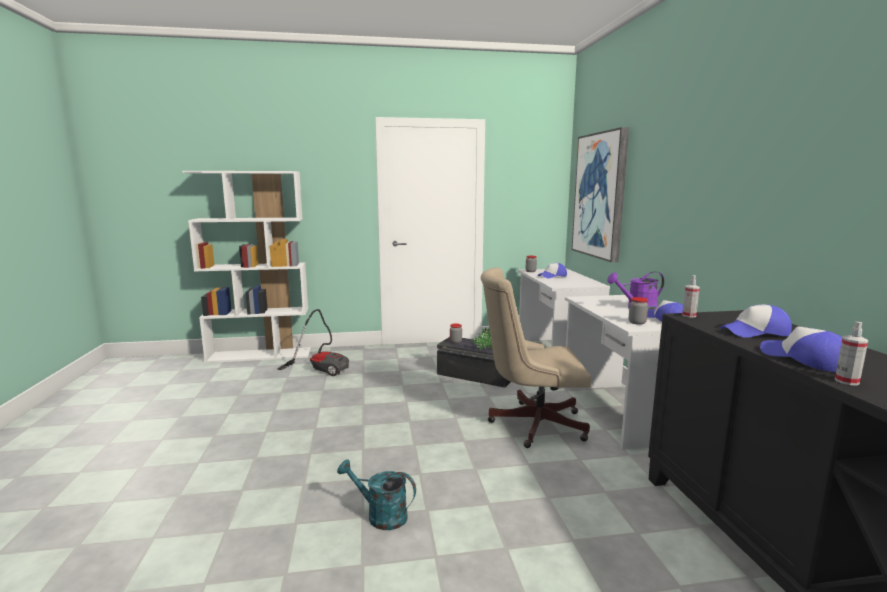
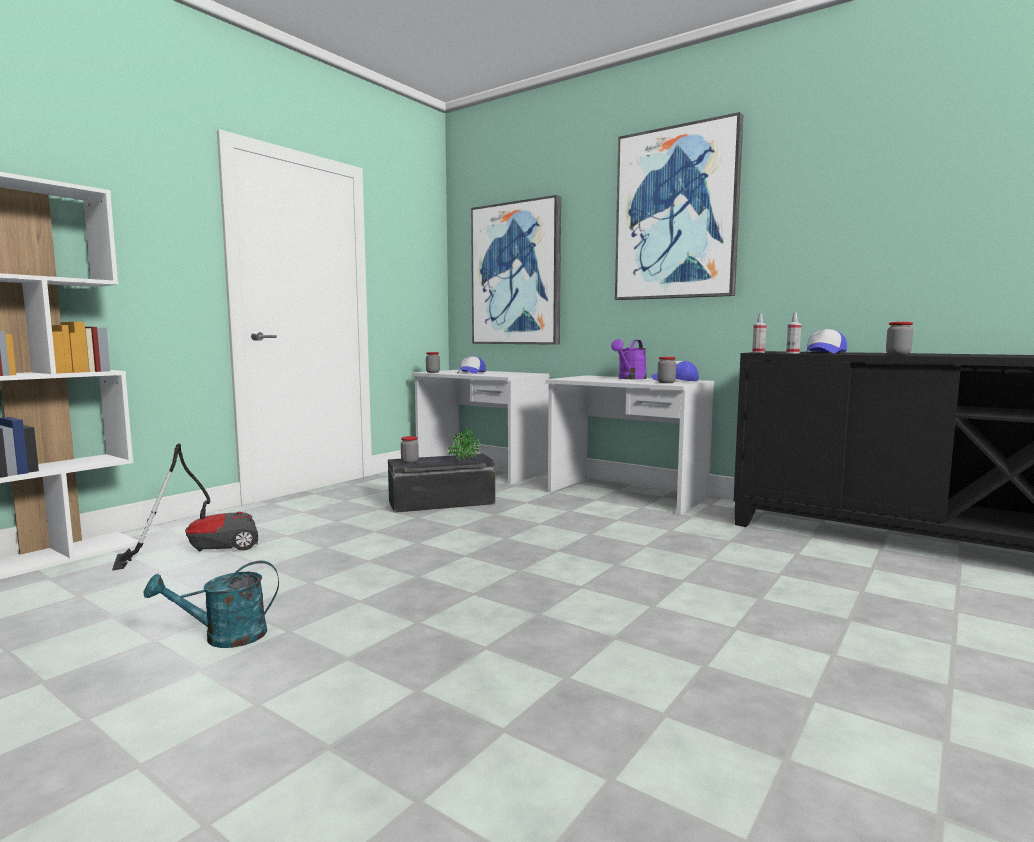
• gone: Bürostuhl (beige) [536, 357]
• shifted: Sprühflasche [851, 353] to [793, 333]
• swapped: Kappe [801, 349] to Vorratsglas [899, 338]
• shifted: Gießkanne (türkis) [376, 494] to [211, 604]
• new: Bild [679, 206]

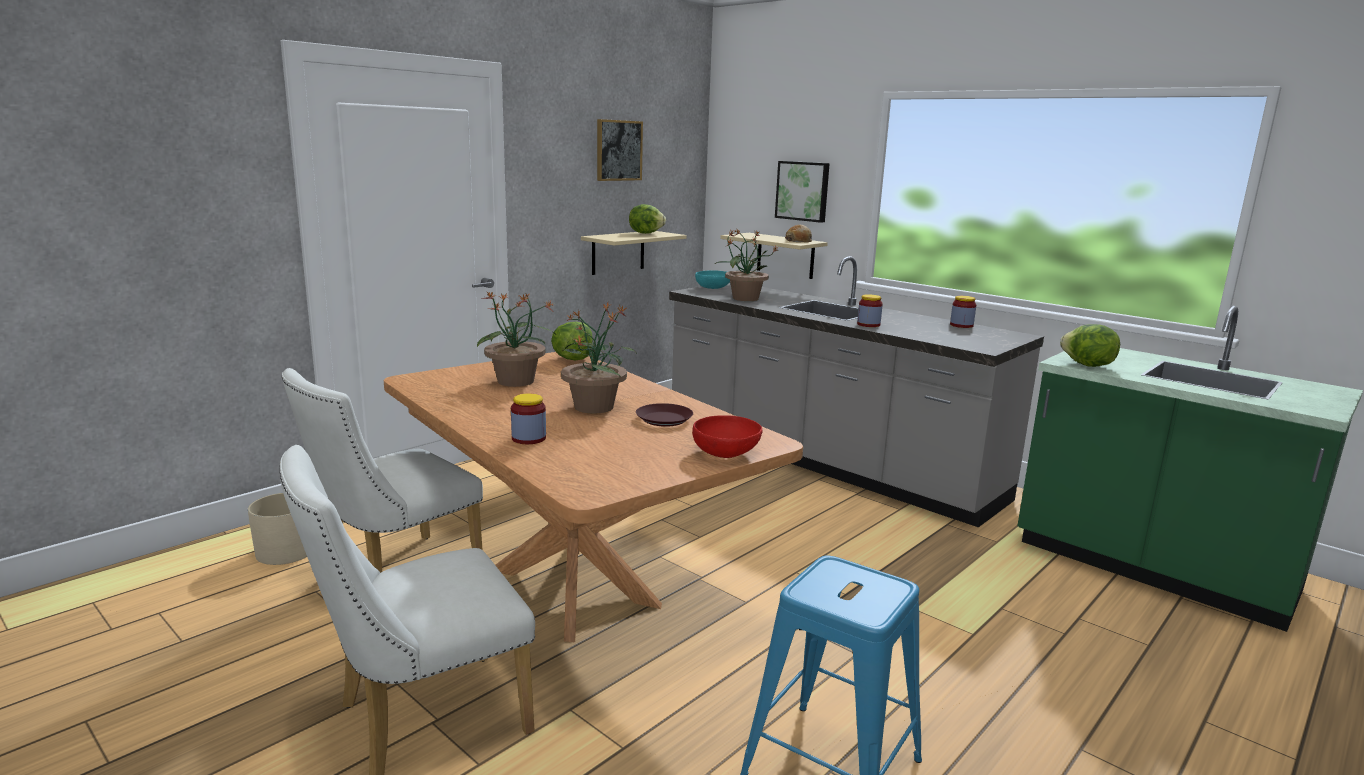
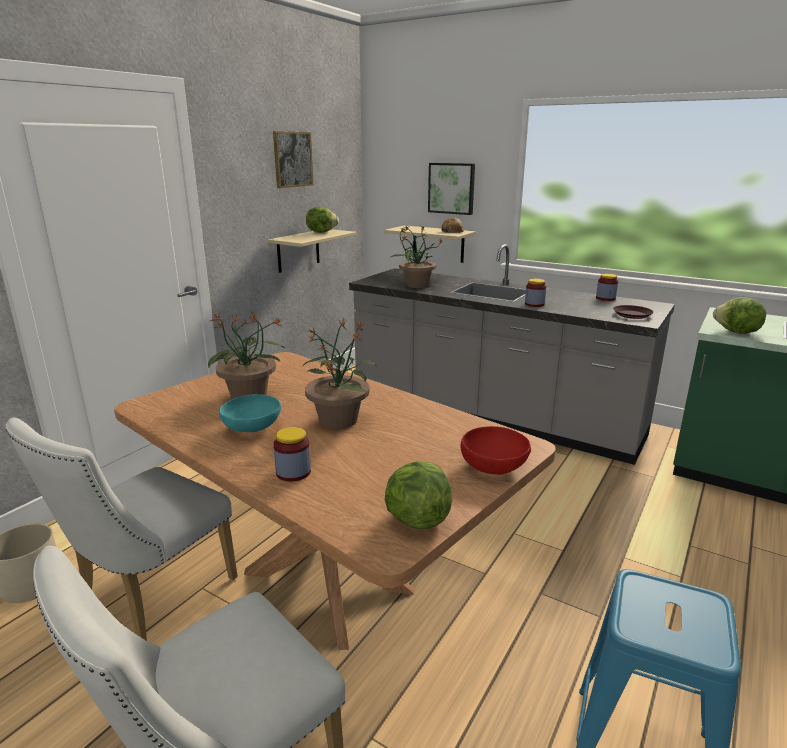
• shifted: Schüssel (türkis) [712, 279] to [250, 413]
• shifted: Salatkopf [572, 340] to [418, 495]
• shifted: Teller (braun) [664, 415] to [633, 312]

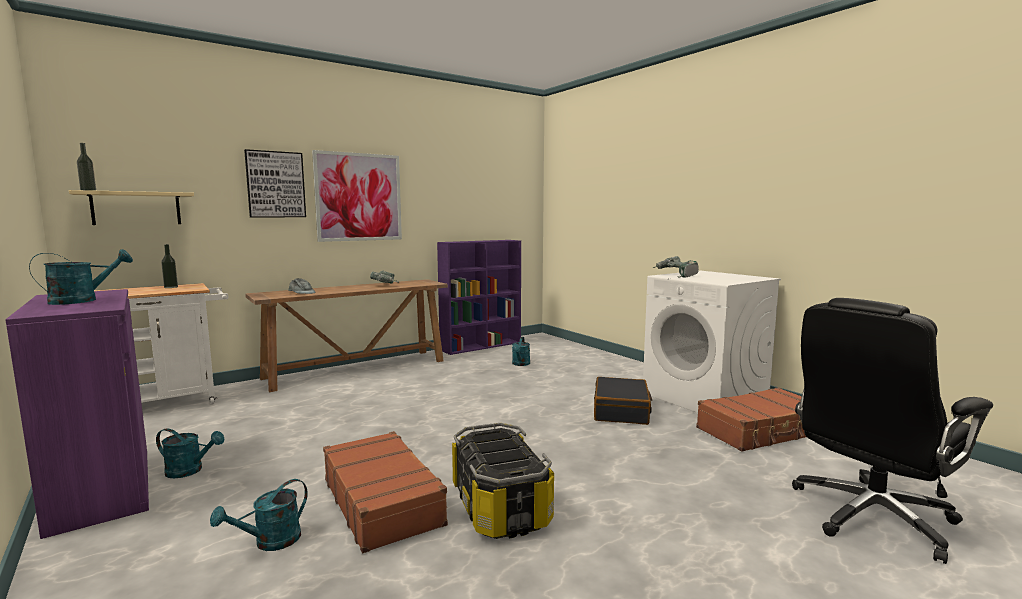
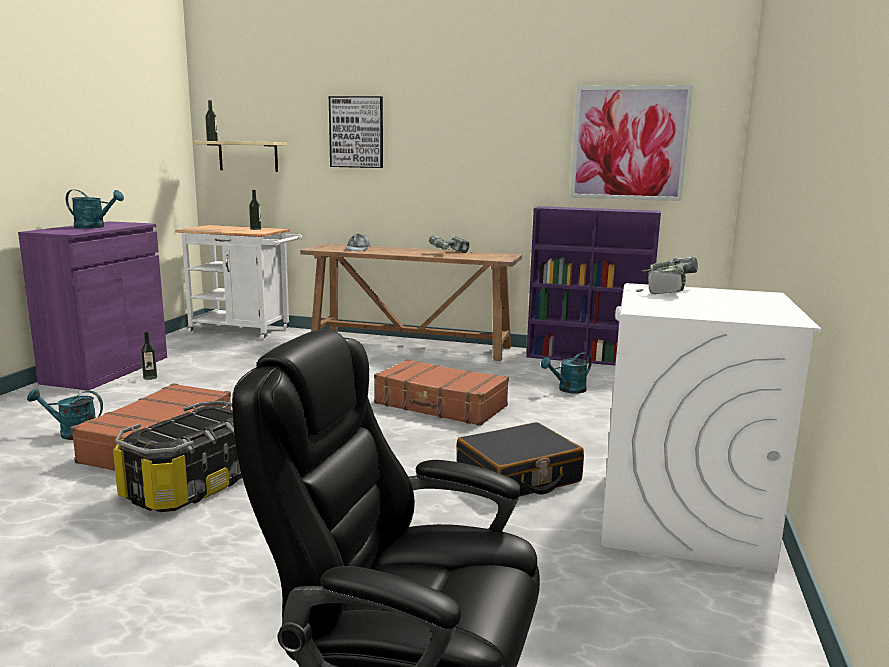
• shifted: Bild [357, 196] to [631, 143]
• shifted: Koffer (braun) [751, 419] to [441, 392]
• swapped: Gießkanne (türkis) [190, 453] to Flasche [149, 355]

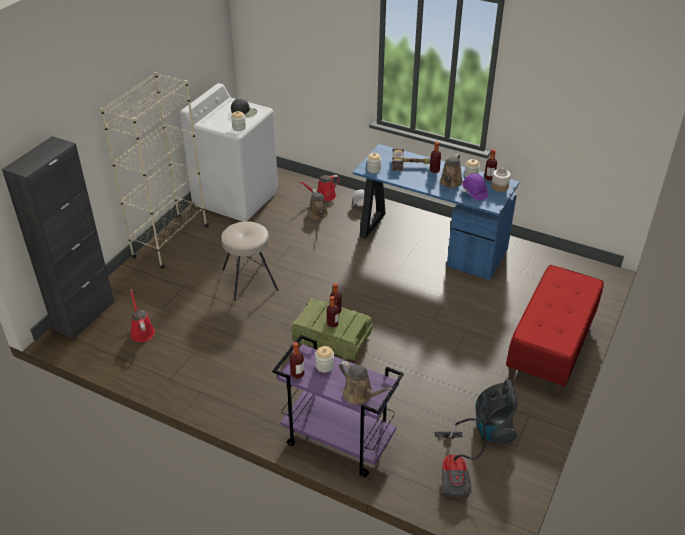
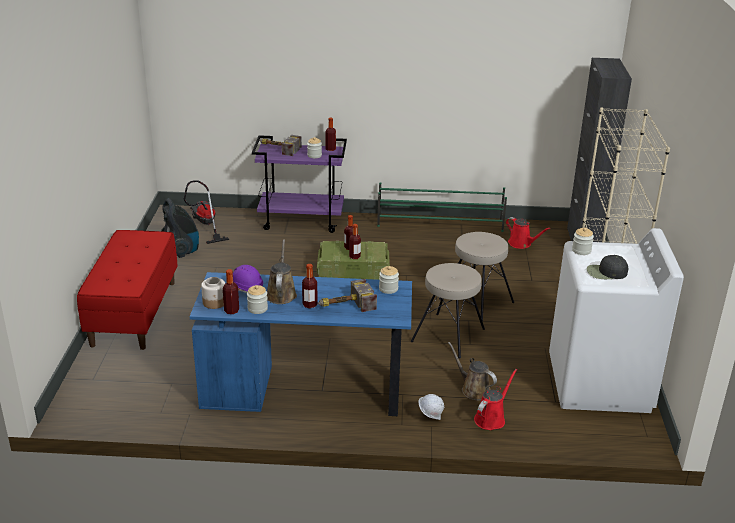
• swapped: Gießkanne (braun) [366, 383] to Hammer [281, 145]
• new: Schuhregal (grün) [442, 207]
• new: Hocker (beige) [448, 311]

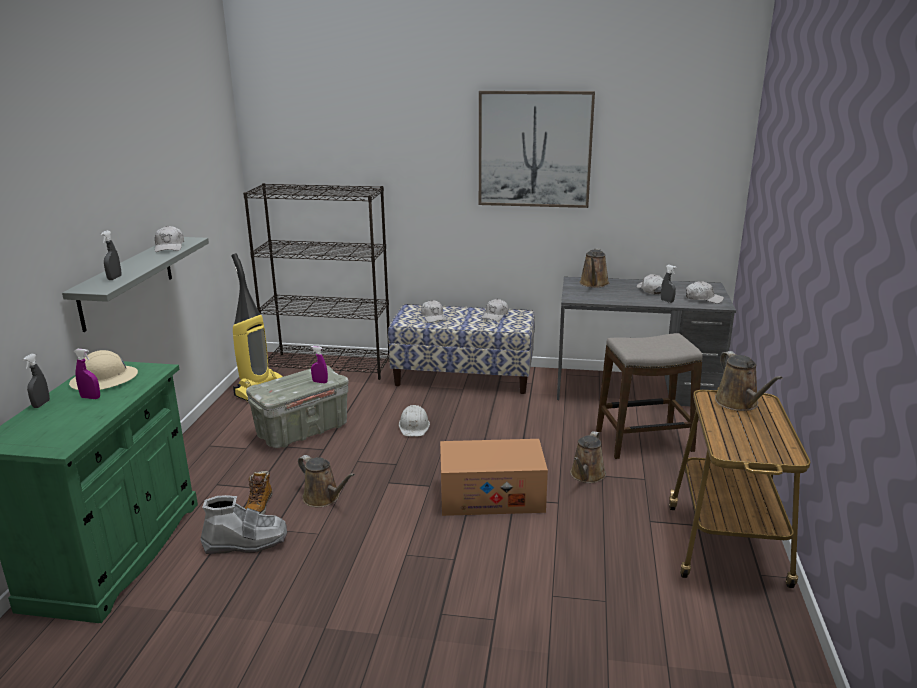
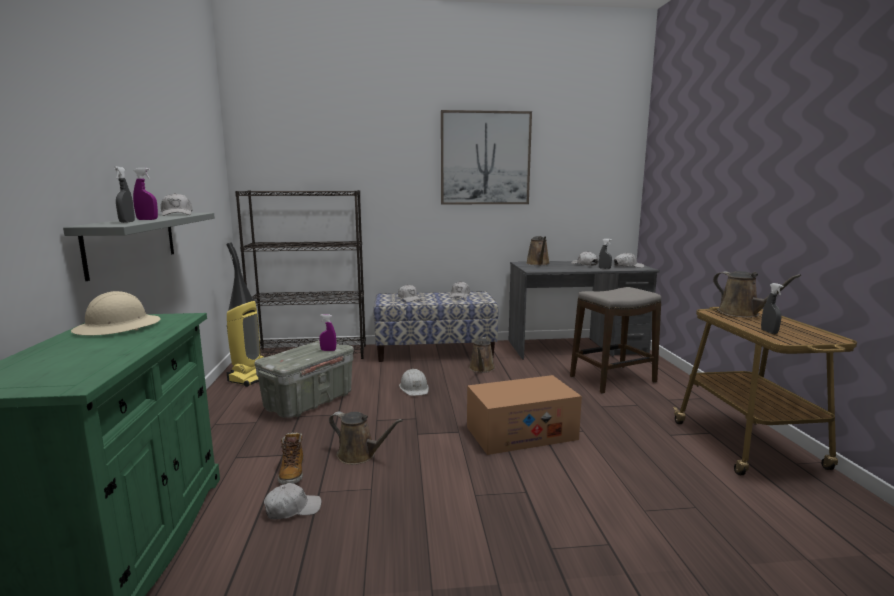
• shifted: Sprühflasche (lila) [87, 374] to [145, 194]
• shifted: Sprühflasche (grau) [36, 381] to [772, 308]
• shifted: Gießkanne (braun) [588, 457] to [482, 355]
• swapped: Stiefel (grau) [243, 524] to Kappe (weiß) [292, 501]

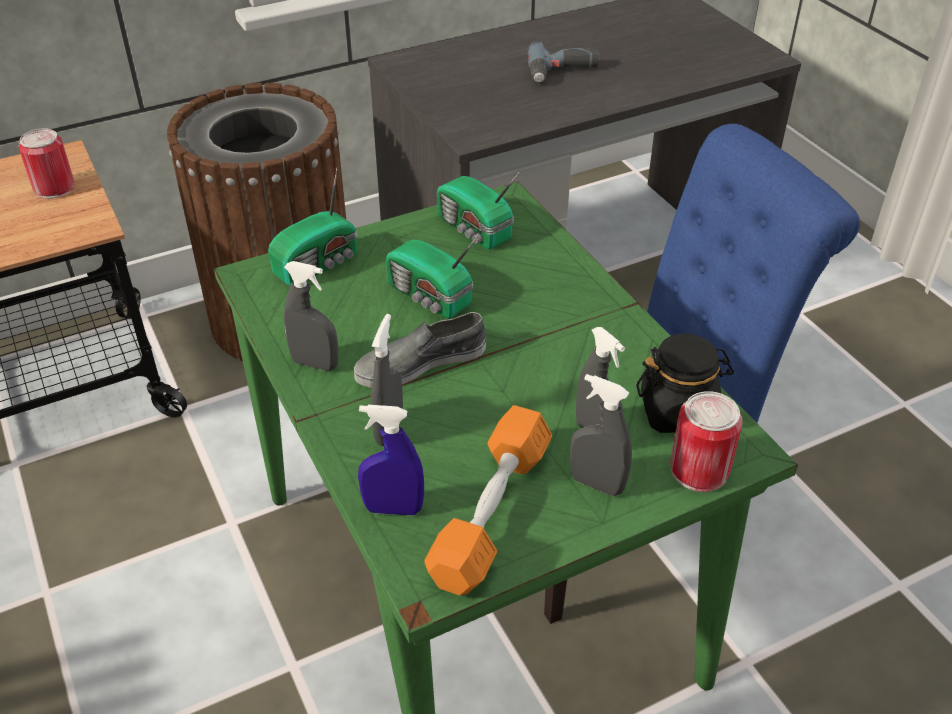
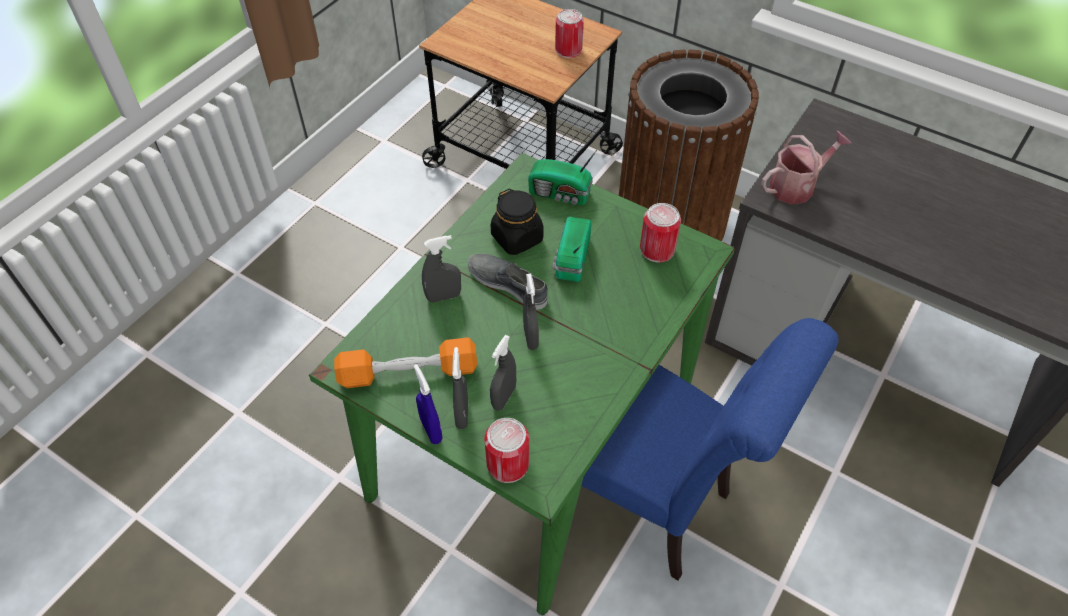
• gone: Bohrmaschine [563, 62]
• swapped: Radio [478, 210] to Dose [660, 233]
• shifted: Sprühflasche (grau) [311, 316] to [531, 312]
• shifted: Vorratsglas (schwarz) [685, 383] to [517, 221]
• shifted: Sprühflasche (blau) [391, 460] to [428, 404]
• new: Gießkanne [806, 167]

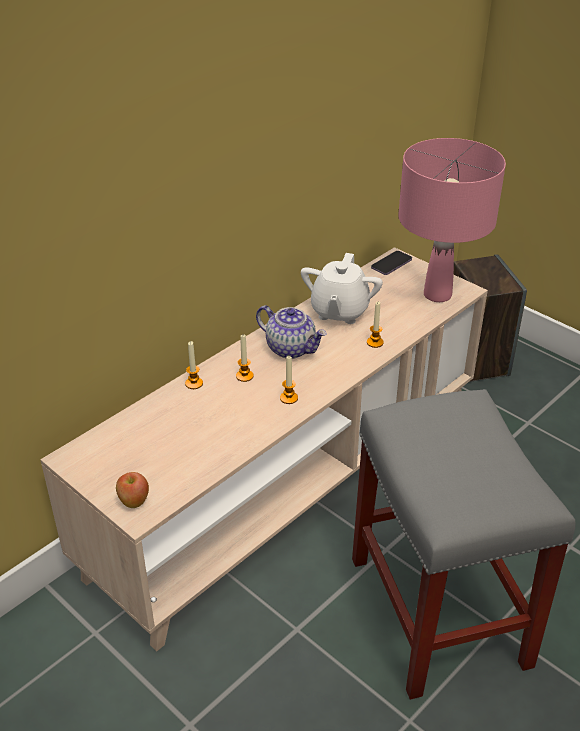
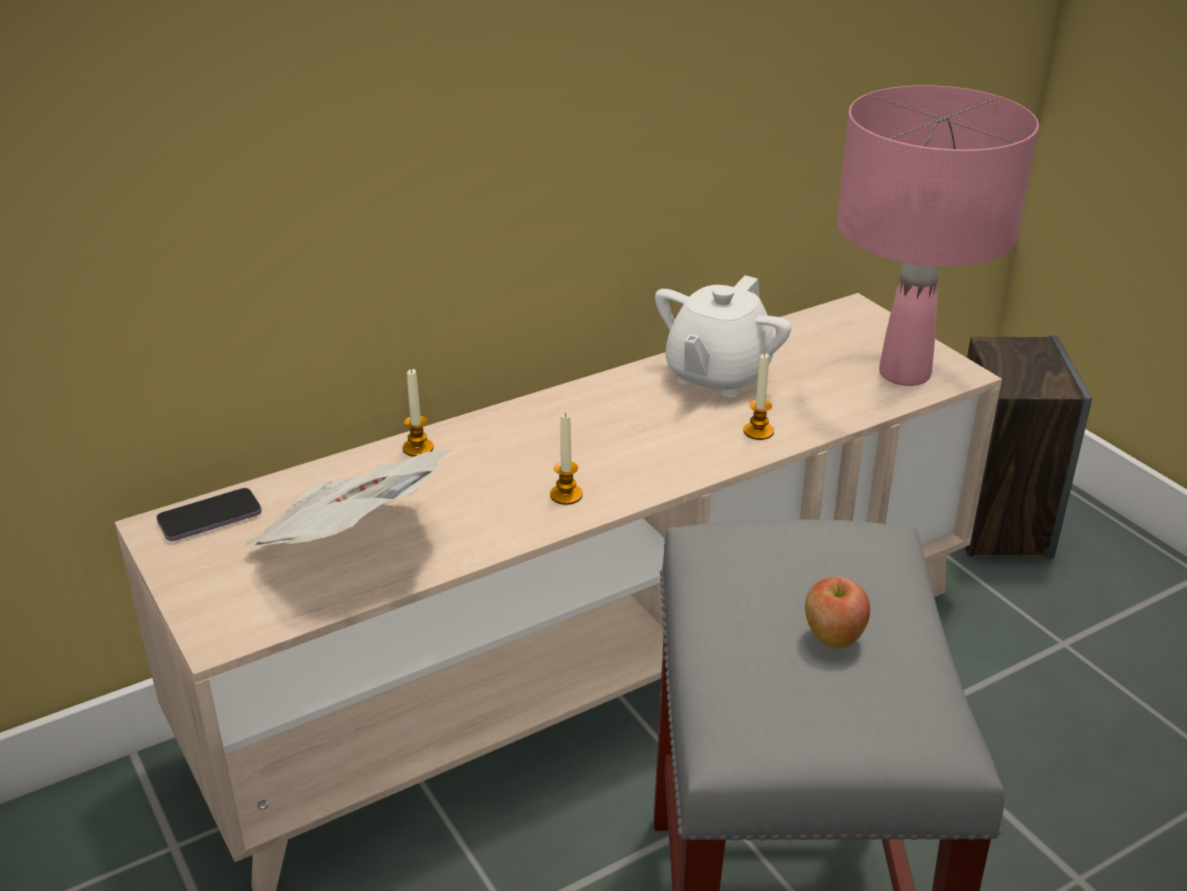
• shifted: Handy [391, 263] to [209, 514]
• gone: Teekanne [291, 332]
• gone: Kerze [245, 358]
• shifted: Apfel [132, 490] to [837, 613]
• new: Zeitung [349, 498]

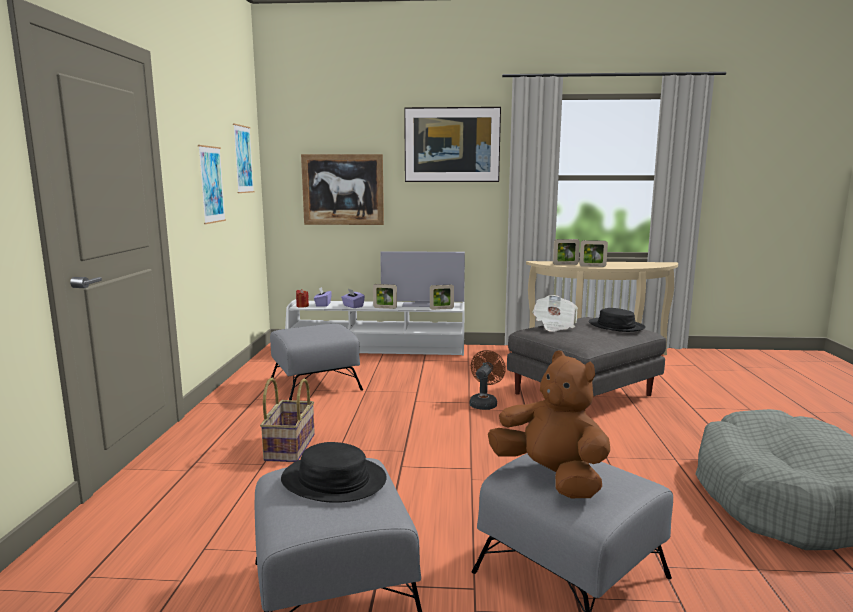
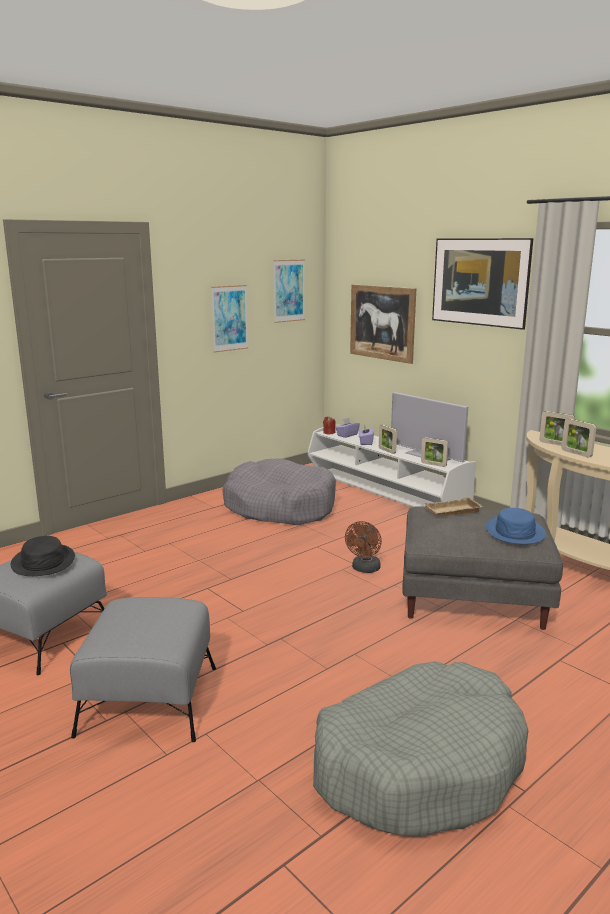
• swapped: Zeitung [555, 313] to Tablett (beige) [453, 507]
• repainted: Hut (schwarz) [617, 320] to Hut (blau) [516, 526]
• swapped: Polsterhocker (grau) [316, 362] to Hundebett (grau) [279, 491]
• rotated: Ventilator (braun) [488, 380] = [363, 547] 135 degrees clockwise
• gone: Plüschtier (braun) [549, 424]
• gone: Korb [287, 419]

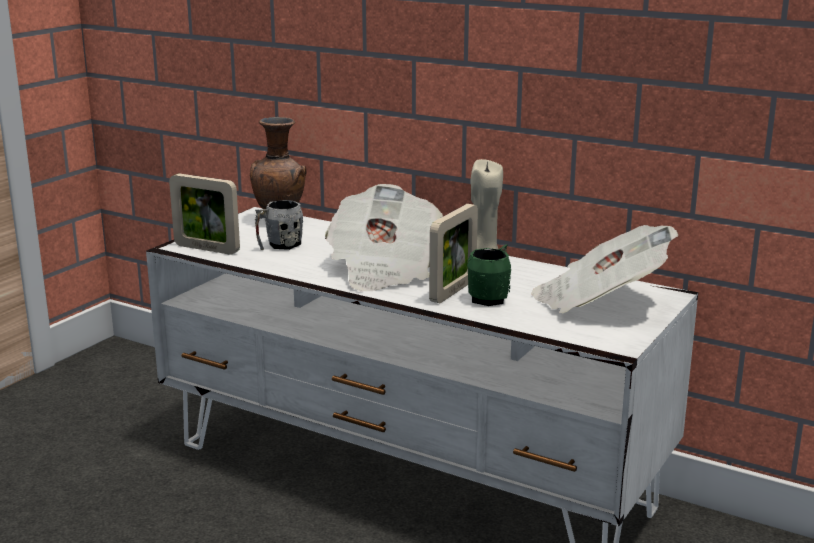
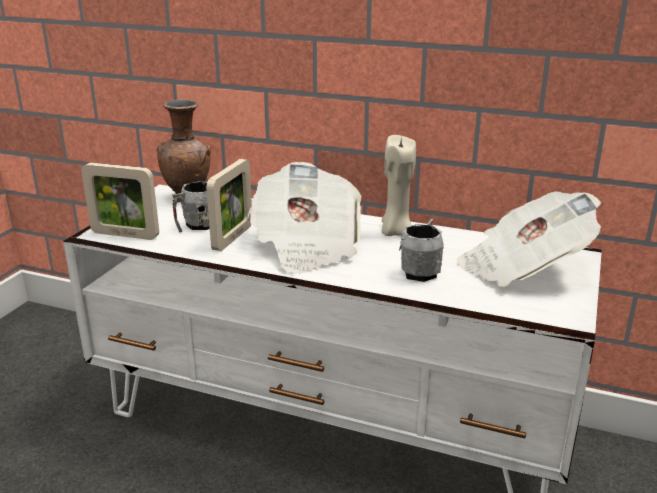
• shifted: Bilderrahmen [453, 253] to [229, 205]
• repainted: Henkelbecher (grün) [489, 275] to Henkelbecher (grau) [421, 250]

